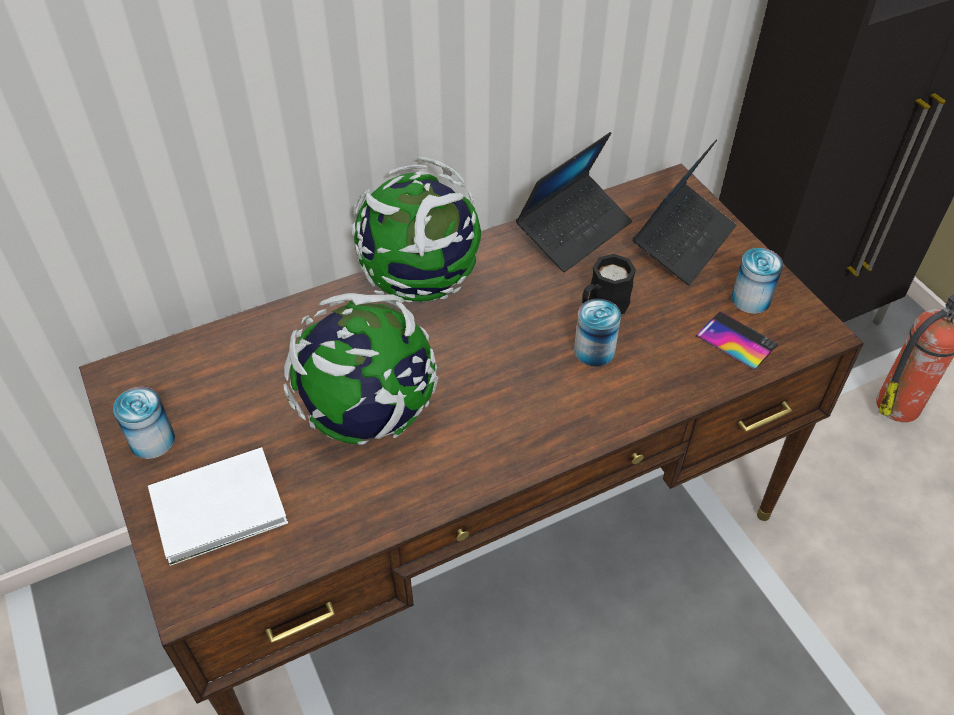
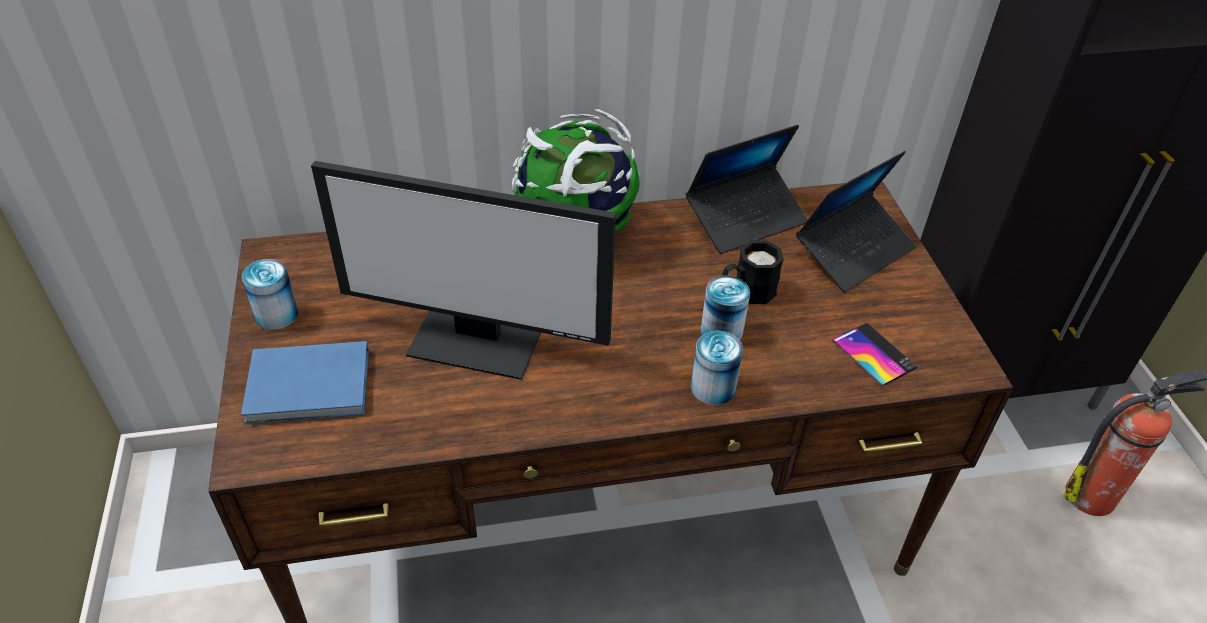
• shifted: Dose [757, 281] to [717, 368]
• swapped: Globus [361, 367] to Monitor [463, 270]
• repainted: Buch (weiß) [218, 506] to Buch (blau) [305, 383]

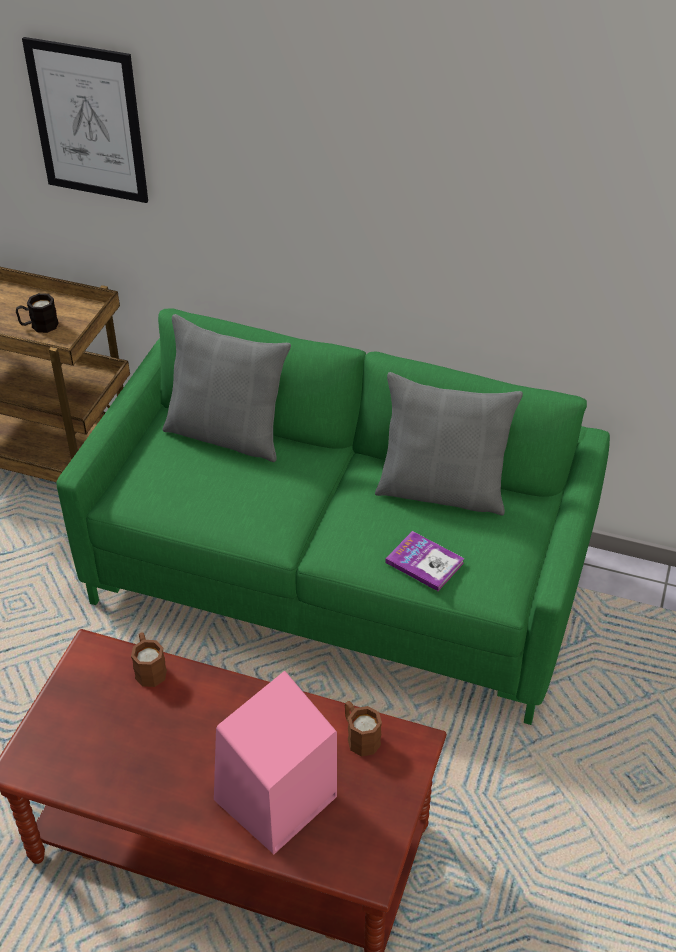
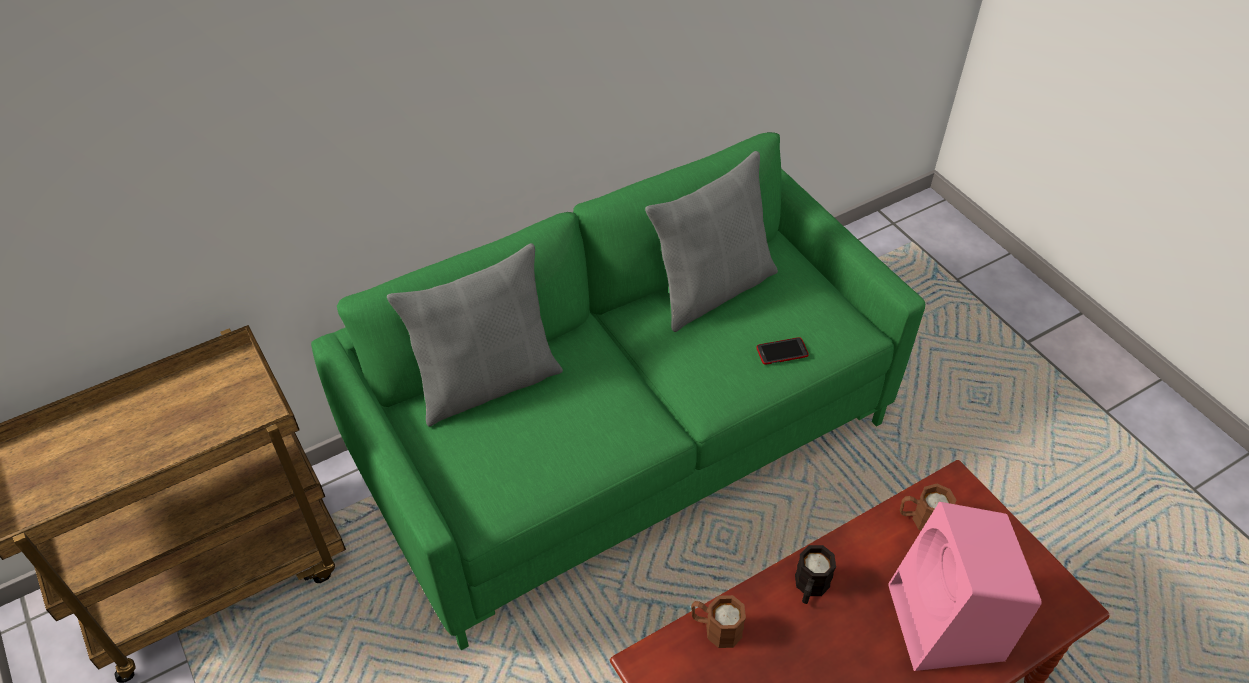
• gone: Bild [85, 120]
• shifted: Henkelbecher (schwarz) [37, 313] to [815, 574]
• swapped: Buch [425, 561] to Handy [782, 351]

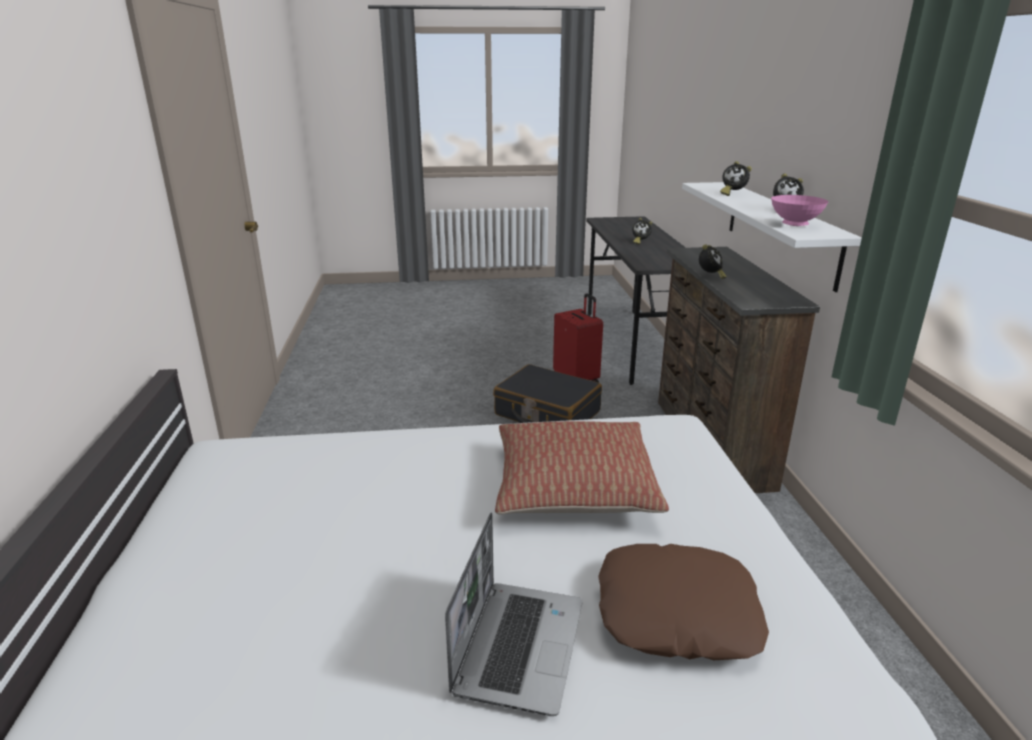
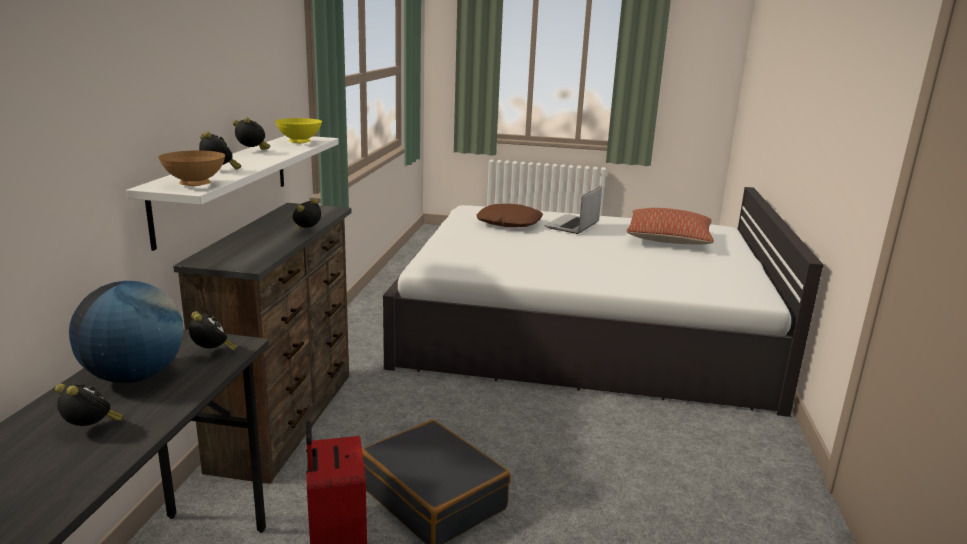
• repainted: Schüssel (rosa) [799, 210] to Schüssel (gelb) [298, 130]
• shifted: Kissen [582, 468] to [670, 226]
• new: Schüssel (braun) [192, 168]
• new: Globus [126, 332]
• new: Wecker [213, 331]

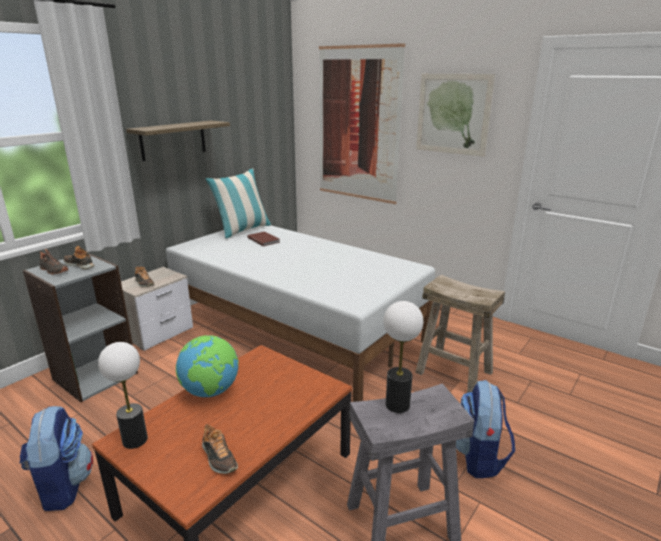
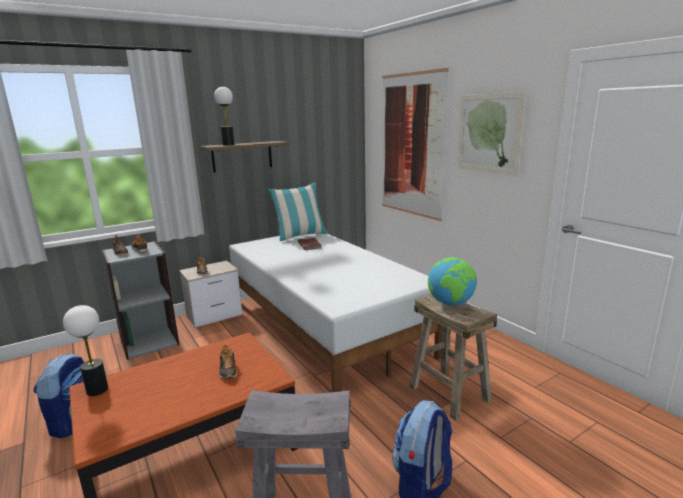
• shifted: Tischlampe [403, 357] to [224, 116]
• shifted: Globus [207, 366] to [452, 281]
• shifted: Schuh [220, 449] to [228, 361]

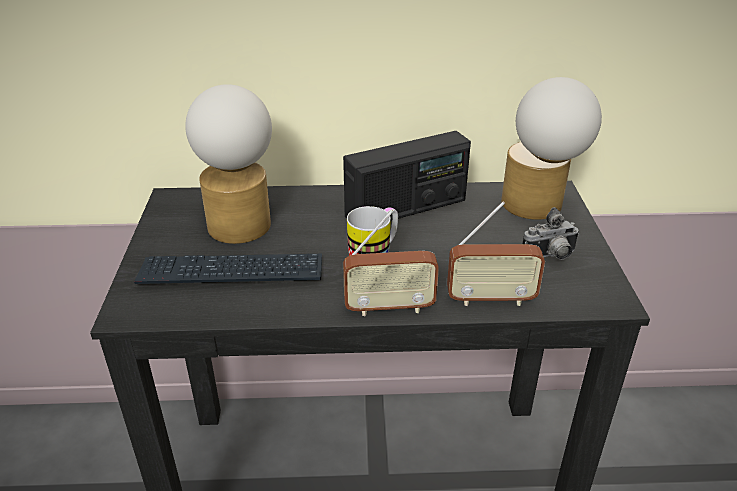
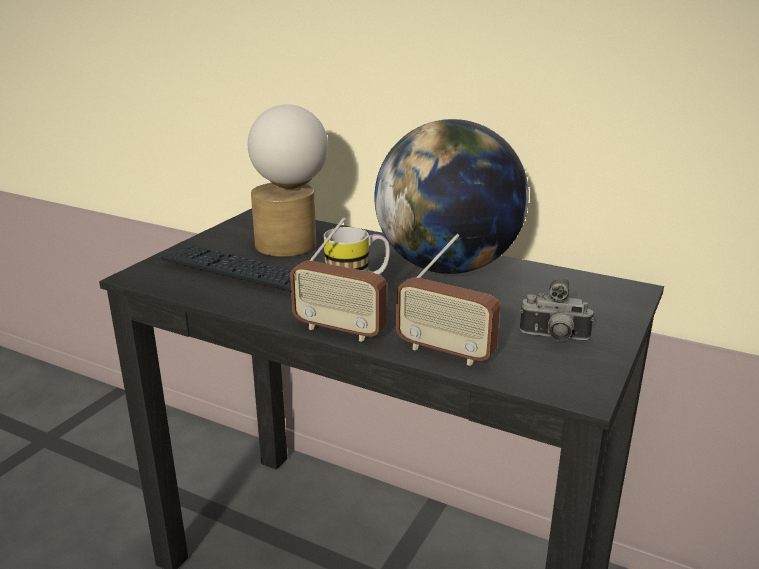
• gone: Tischlampe [551, 148]
• swapped: Radio [407, 176] to Globus [451, 196]

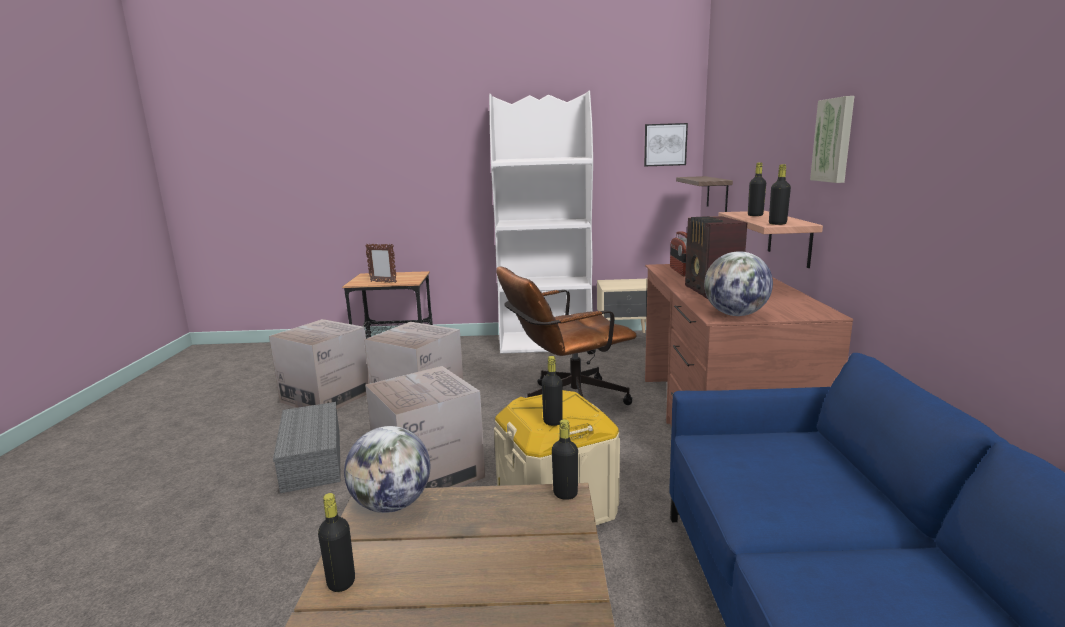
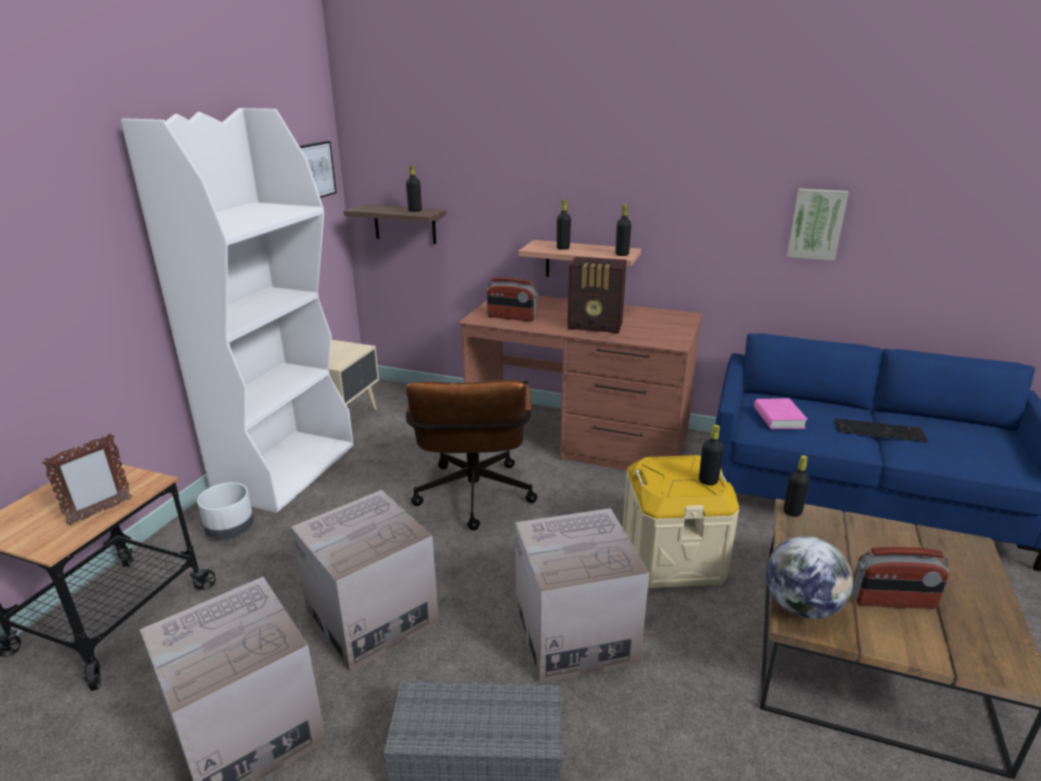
• shifted: Bild [832, 139] to [818, 224]
• gone: Globus [738, 283]
• shifted: Flasche (schwarz) [336, 542] to [414, 188]
• new: Buch (rosa) [781, 413]
• new: Tastatur [881, 430]
• new: Pflanzkübel (weiß) [225, 510]
• new: Radio [900, 578]

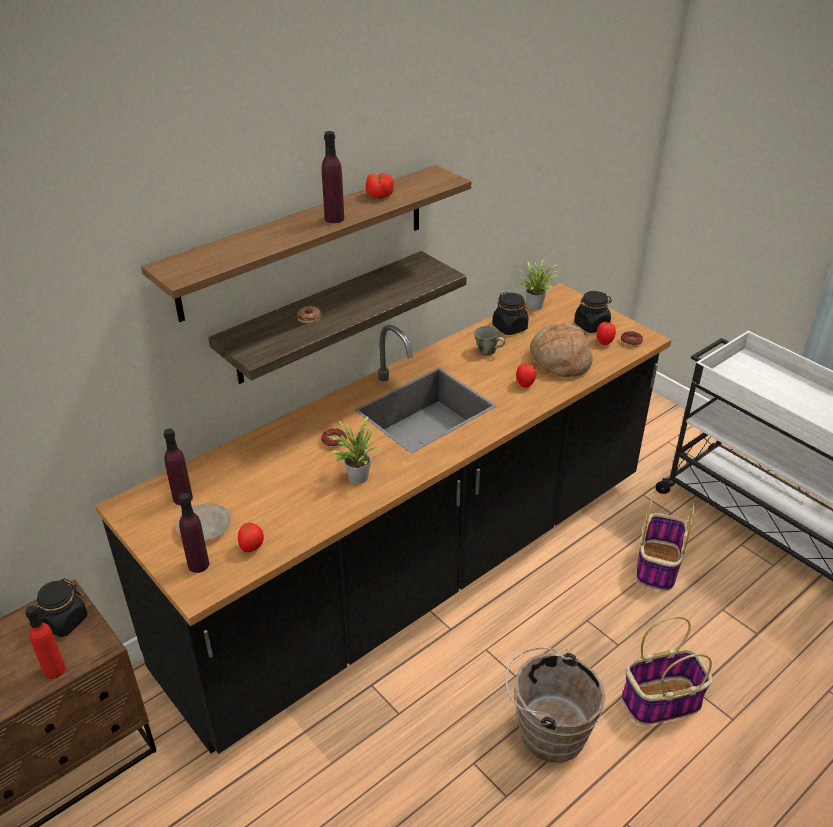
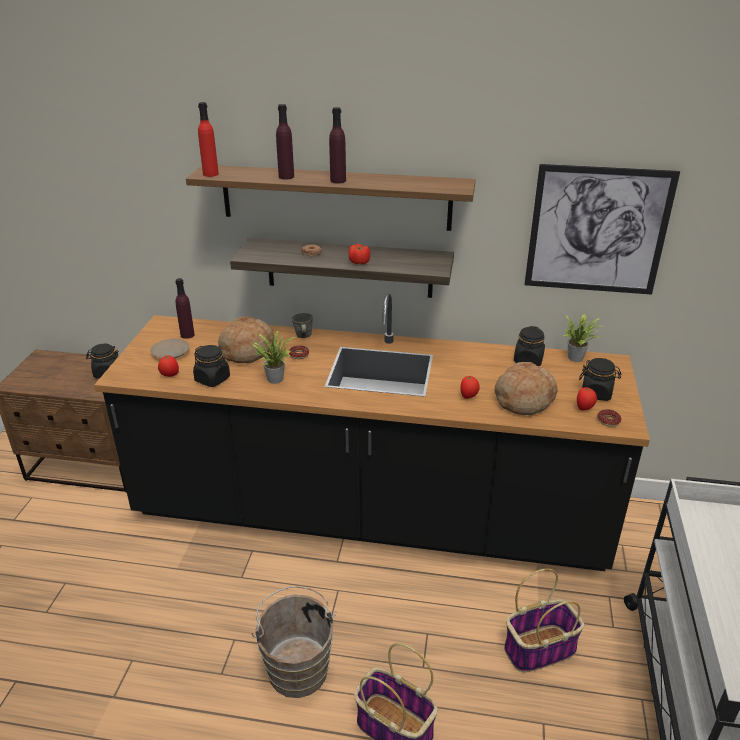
• shifted: Tomate [380, 186] to [359, 254]
• shifted: Henkelbecher (grau) [489, 341] to [302, 325]
• shifted: Flasche (lila) [194, 533] to [285, 142]
• shifted: Flasche (rot) [45, 642] to [208, 139]
• new: Bild [602, 229]
• new: Brot [246, 339]
• new: Vorratsglas (schwarz) [211, 366]

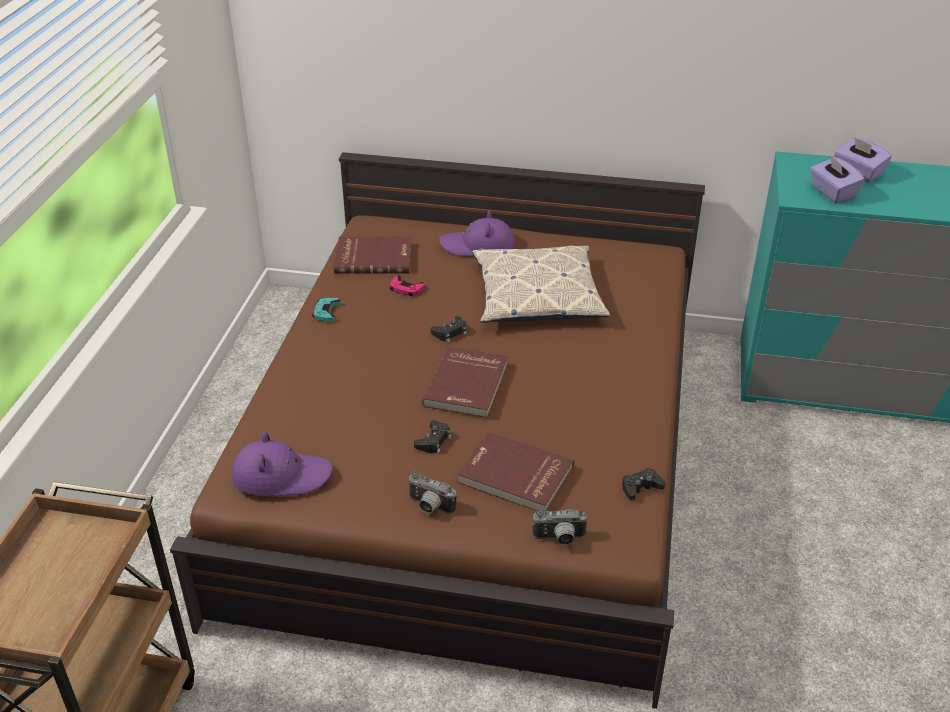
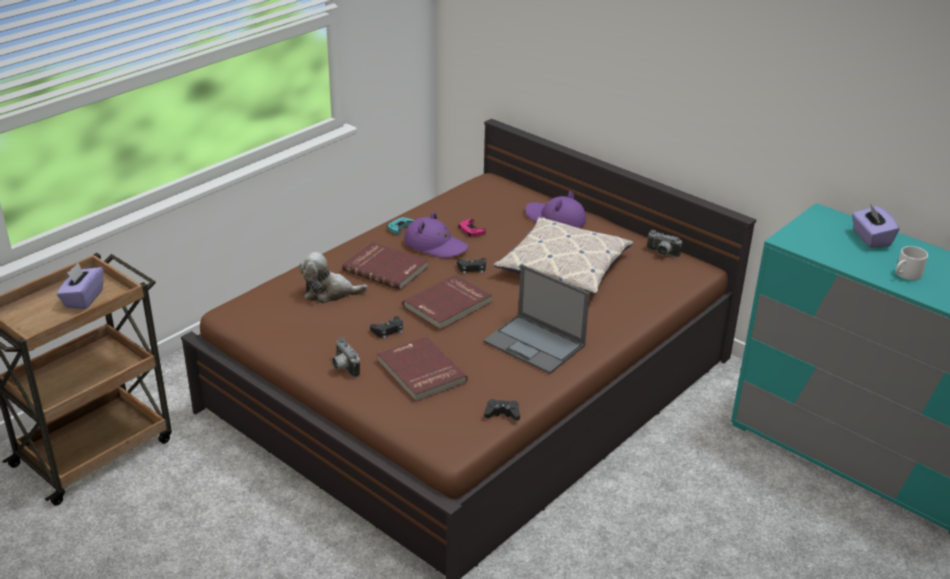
• shifted: Taschentuchbox (lila) [837, 179] to [80, 286]
• shifted: Buch (rot) [373, 255] to [385, 266]
• shifted: Hut (lila) [282, 464] to [436, 235]
• shifted: Kamera [560, 527] to [664, 243]
• new: Henkelbecher (weiß) [912, 263]
• new: Plüschtier [333, 278]
• new: Laptop [536, 319]

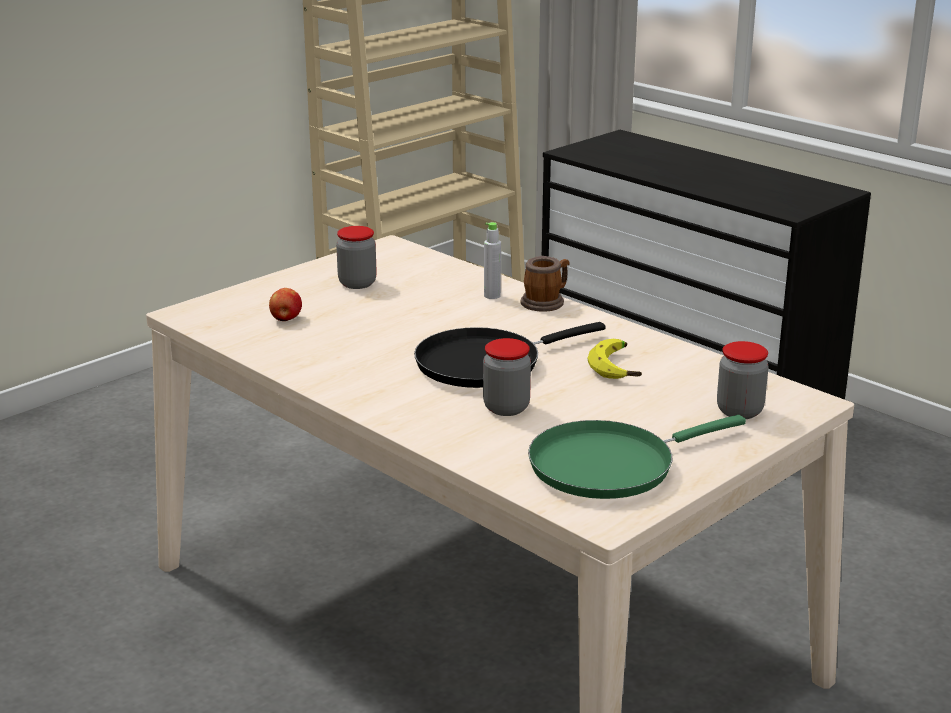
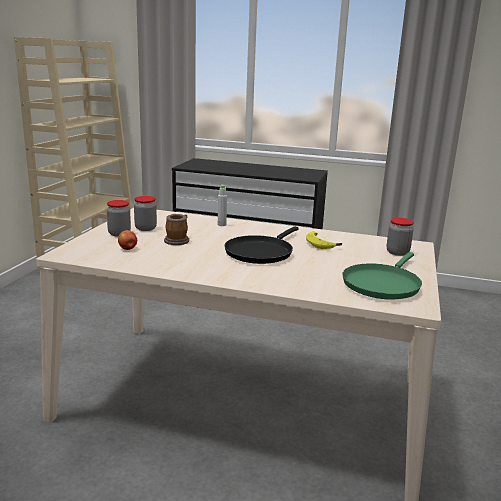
• shifted: Henkelbecher [545, 284] to [176, 229]
• shifted: Vorratsglas [507, 377] to [119, 218]

